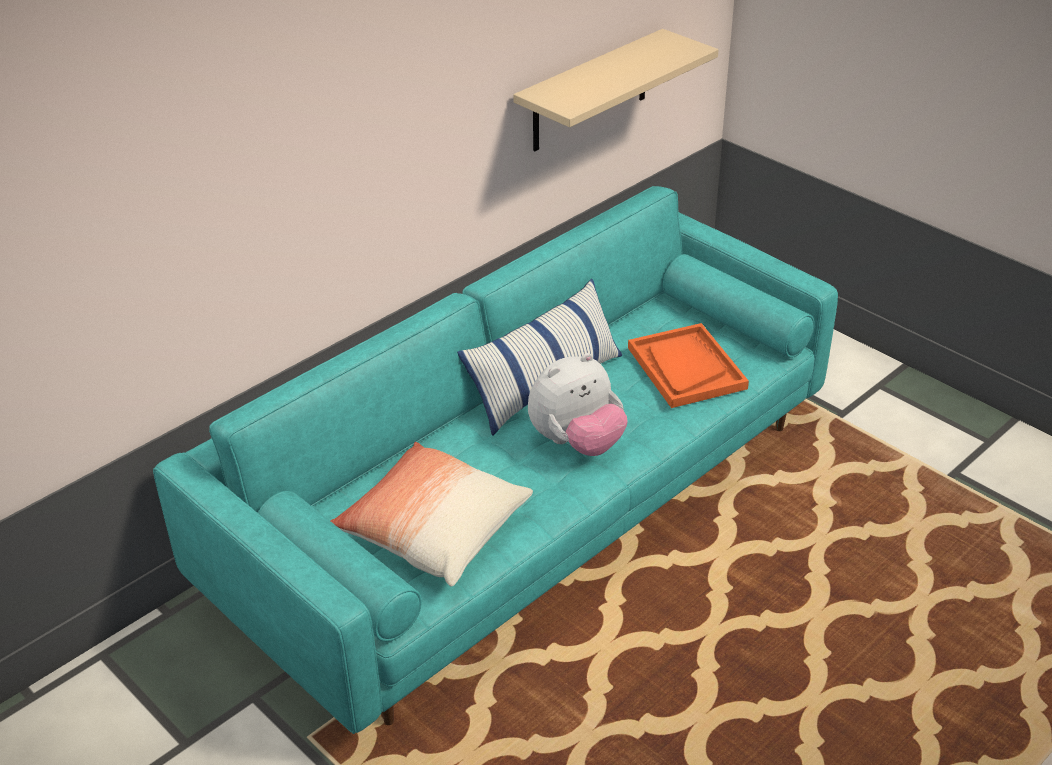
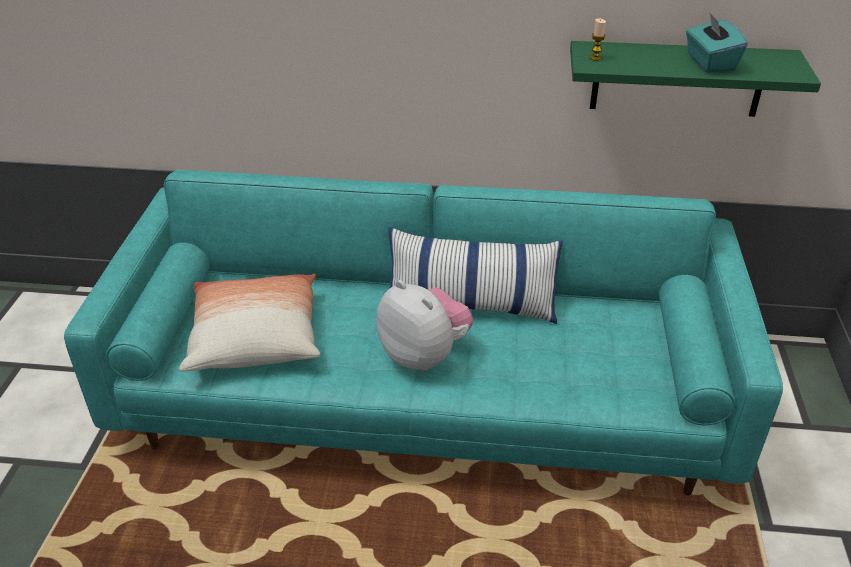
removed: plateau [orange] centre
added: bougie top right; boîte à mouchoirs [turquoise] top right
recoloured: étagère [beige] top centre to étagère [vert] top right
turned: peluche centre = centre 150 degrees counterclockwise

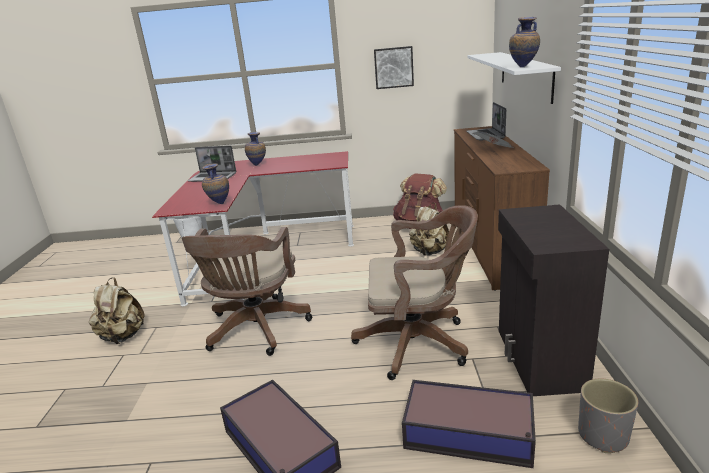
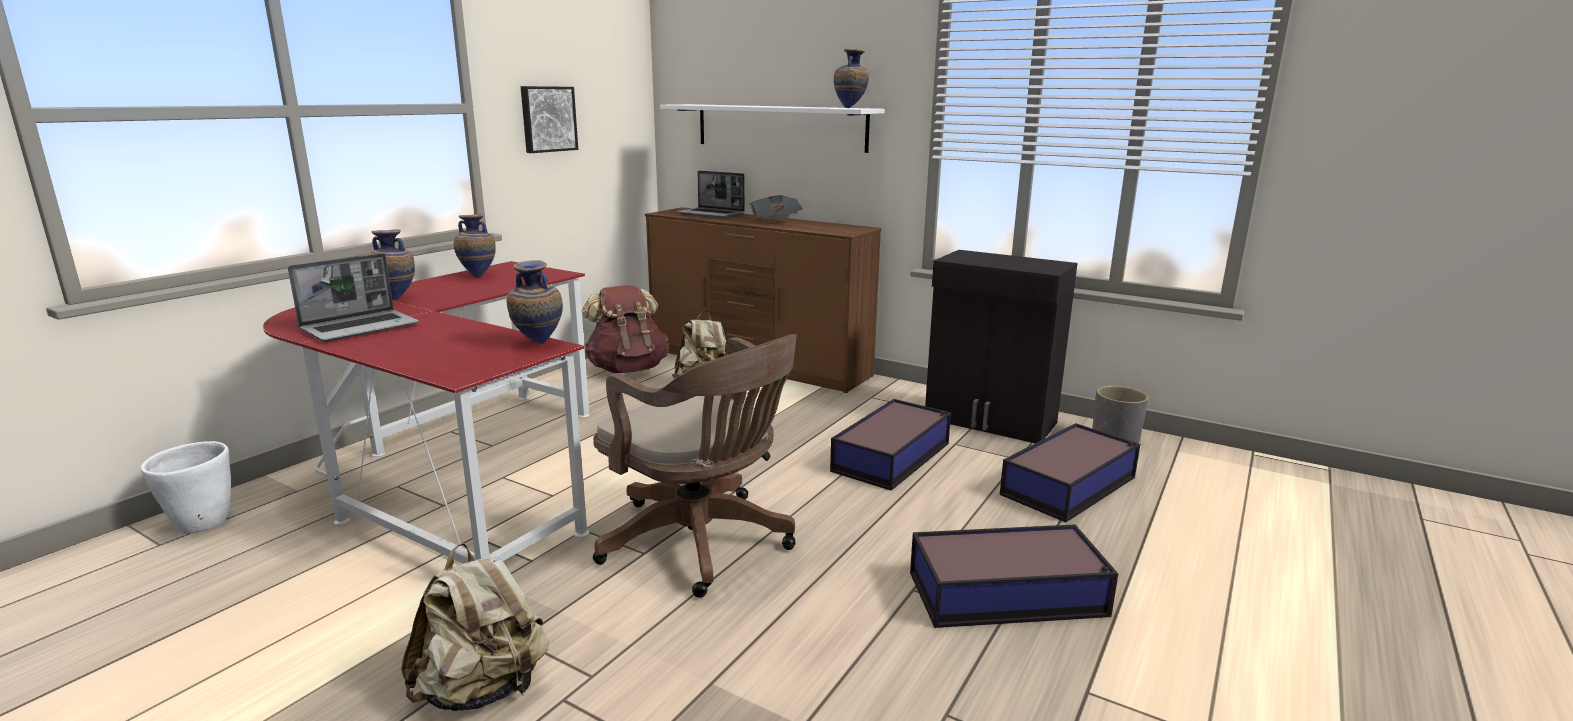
added: vase (2nd from left) middle left
replaced: chaise de bureau [marron] (2nd from left) centre to boîte de rangement (1st from left) centre

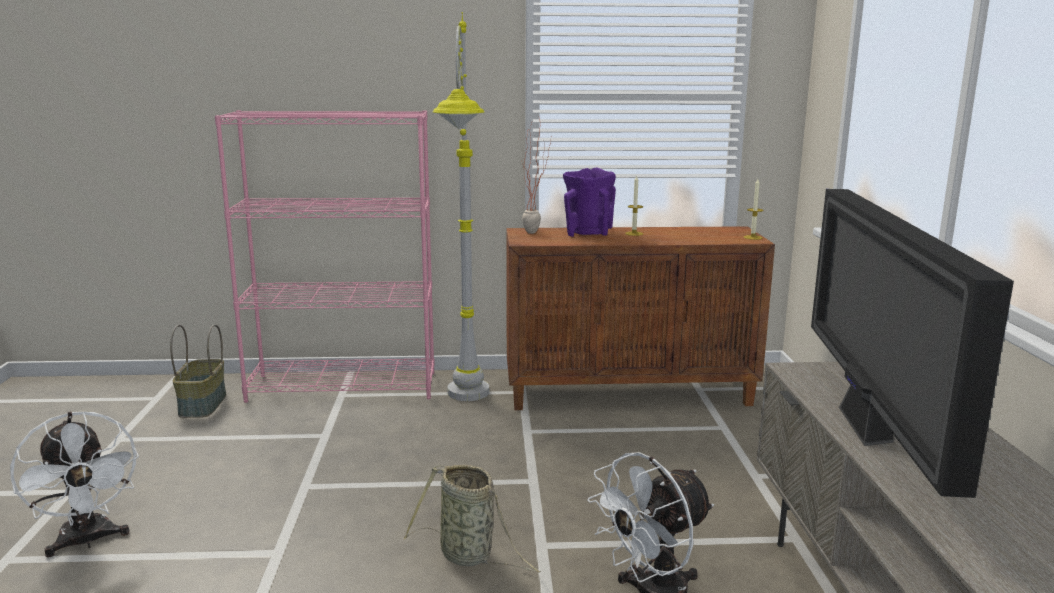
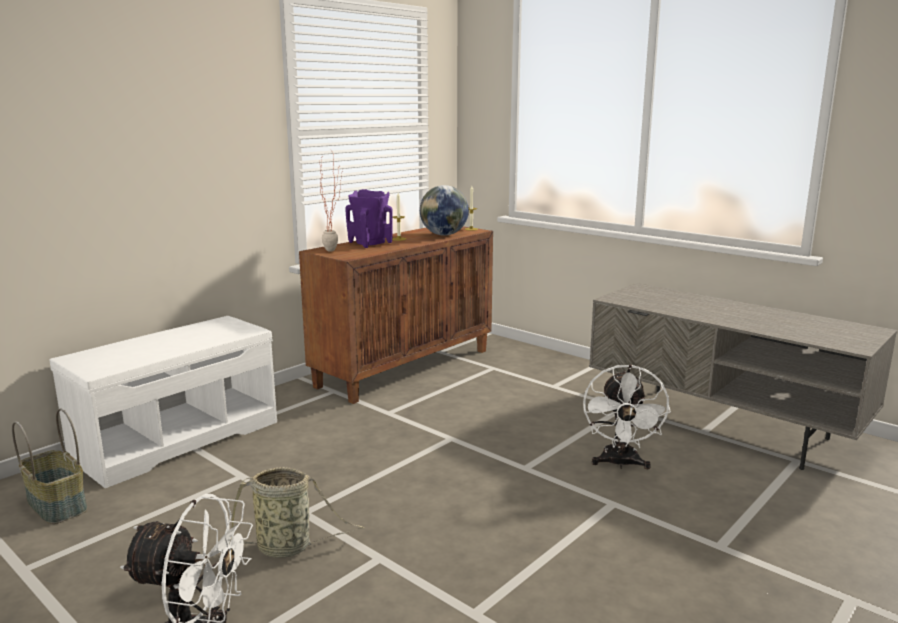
removed: lampadaire [gris] centre; téléviseur middle right
added: globe centre
moved: panier (2nd from left) bottom centre to bottom left
replaced: bibliothèque [rose] middle left to banc [blanc] middle left

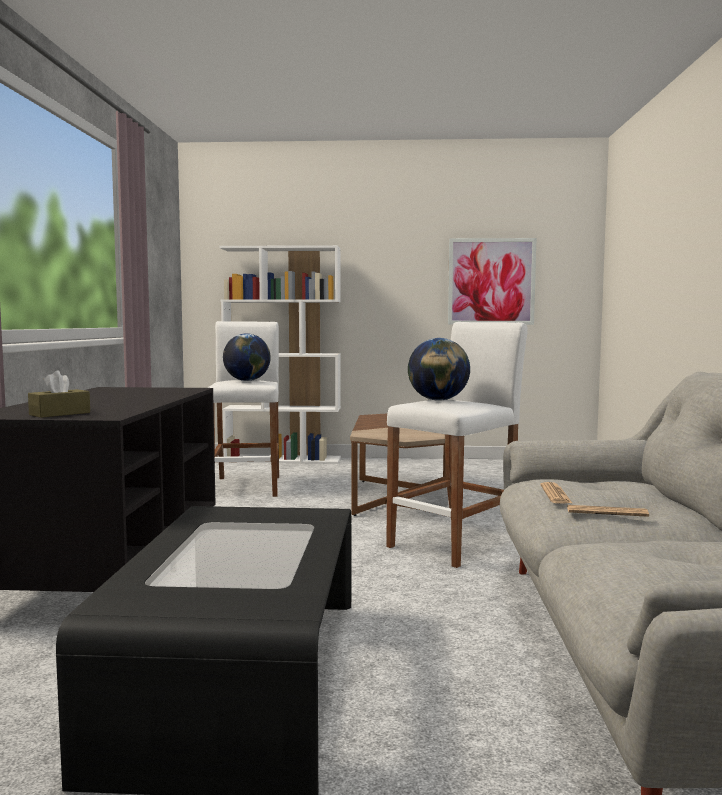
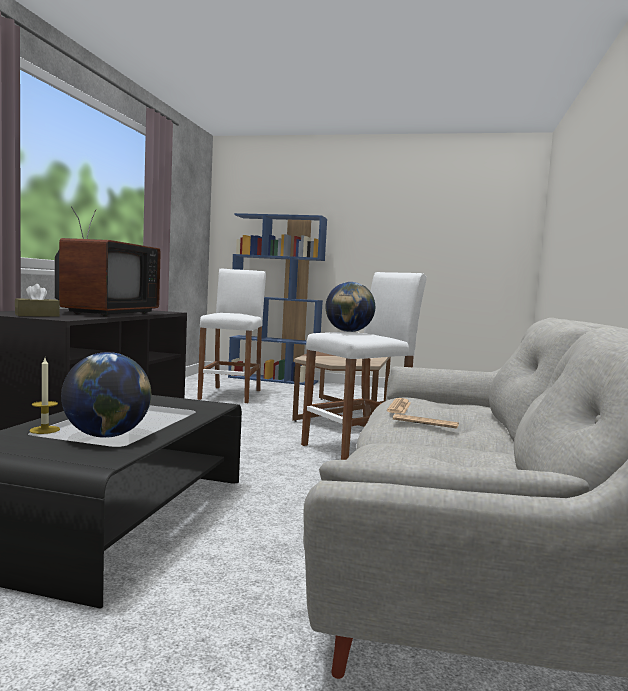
removed: tableau middle right
added: bougie middle left; téléviseur middle left
moved: globe (1st from left) centre to middle left
recoloured: bibliothèque [blanc] centre to bibliothèque [bleu] centre

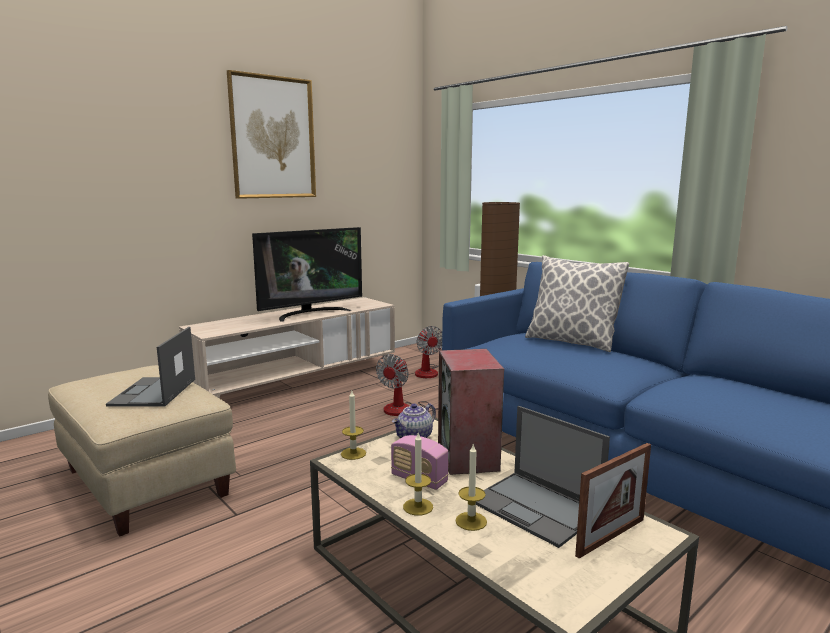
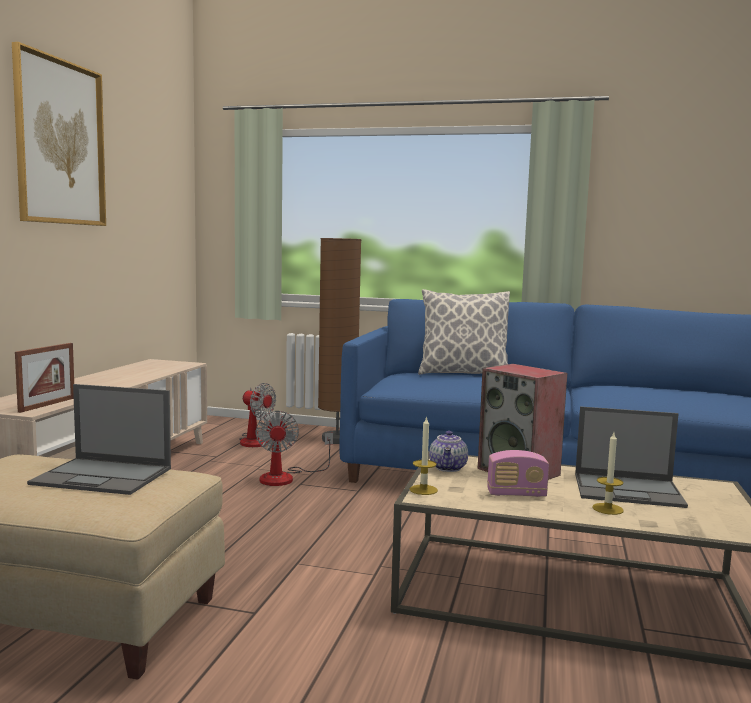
removed: téléviseur centre; bougie (2nd from left) bottom centre
moved: cadre photo bottom right to middle left
turned: ordinateur portable (1st from left) middle left = middle left 45 degrees counterclockwise

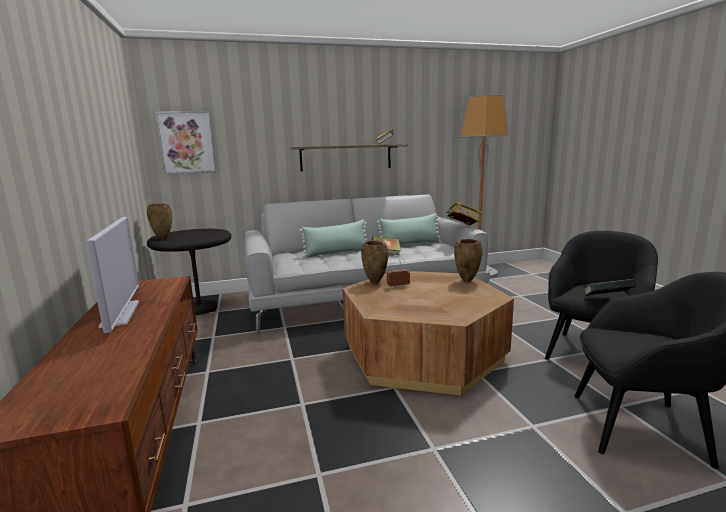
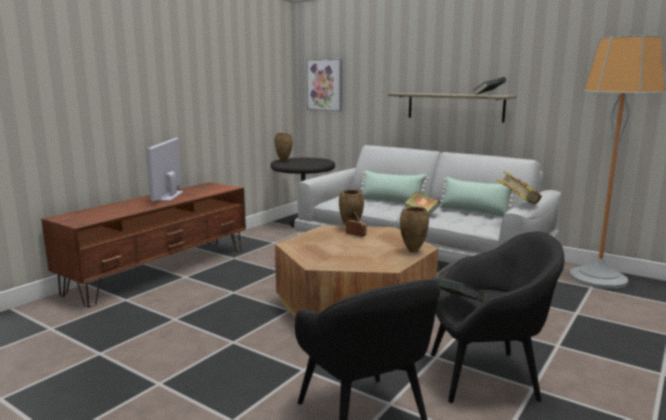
turned: téléviseur middle left = middle left 150 degrees clockwise

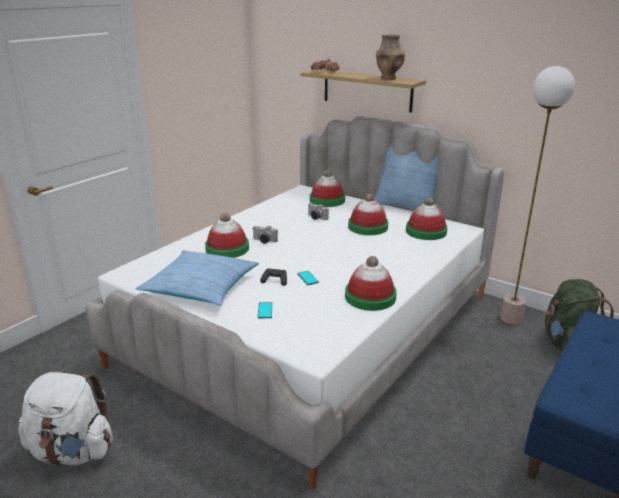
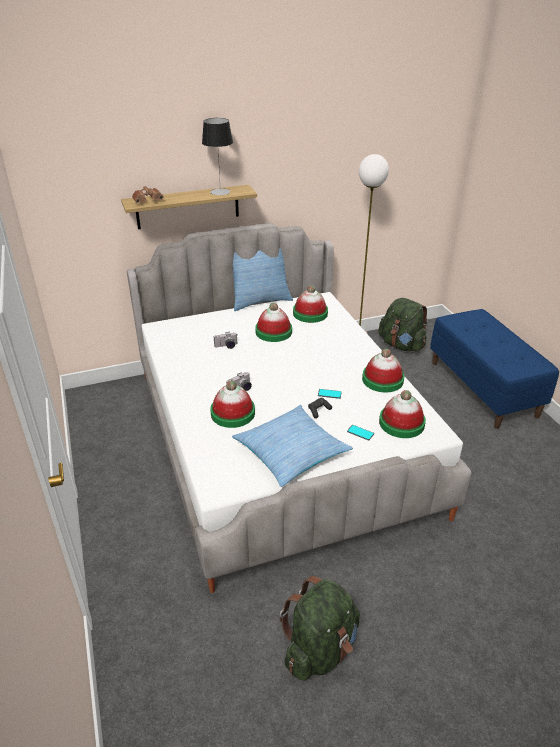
moved: chapeau (2nd from left in the first image) centre to chapeau (5th from left) middle right
replaced: vase [marron] top centre to lampe de table top centre
recoloured: sac à dos [blanc] bottom left to sac à dos [vert] (1st from left) bottom centre

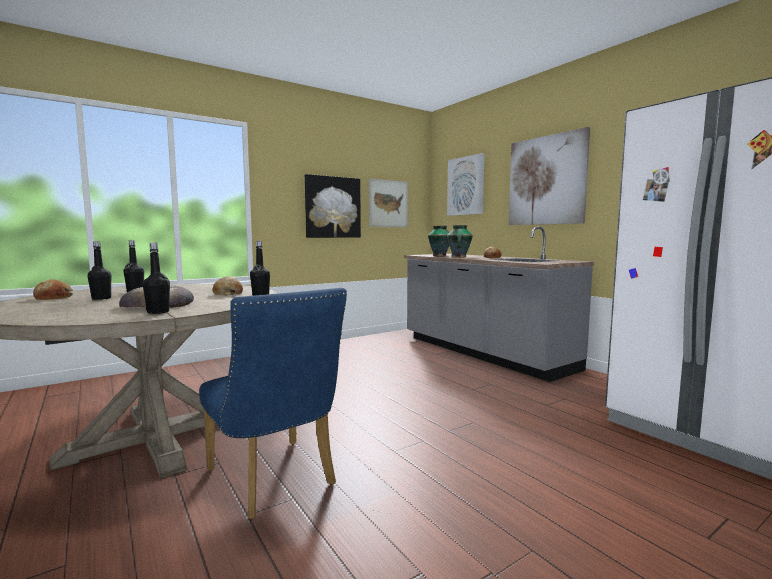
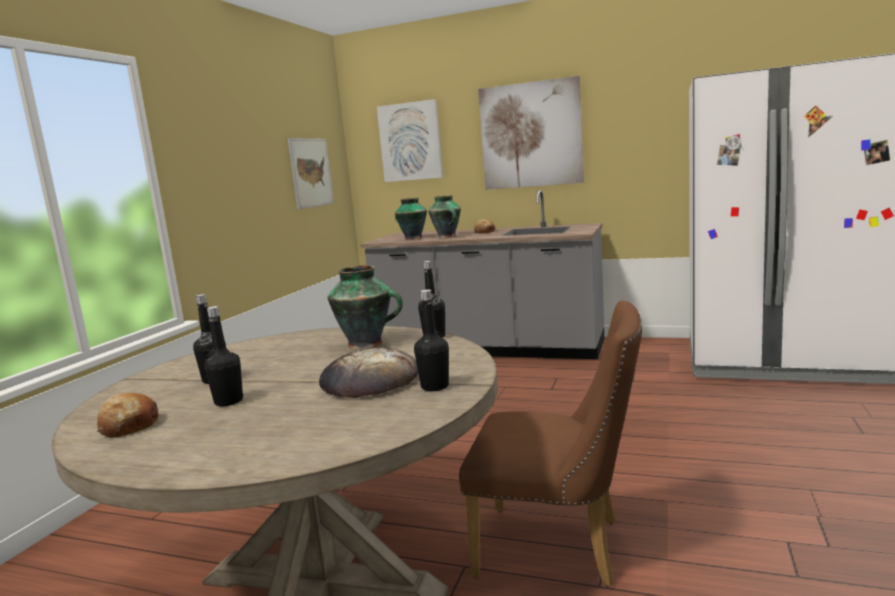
removed: tableau (1st from left) centre
replaced: pain (3rd from left) middle left to vase (1st from left) centre
recoloured: chaise [bleu] bottom centre to chaise [marron] bottom centre

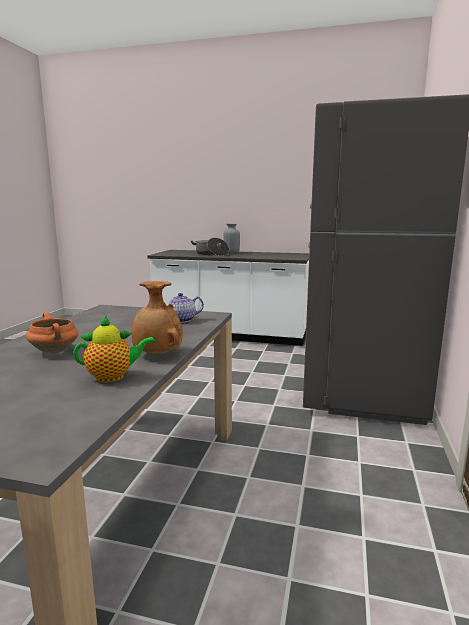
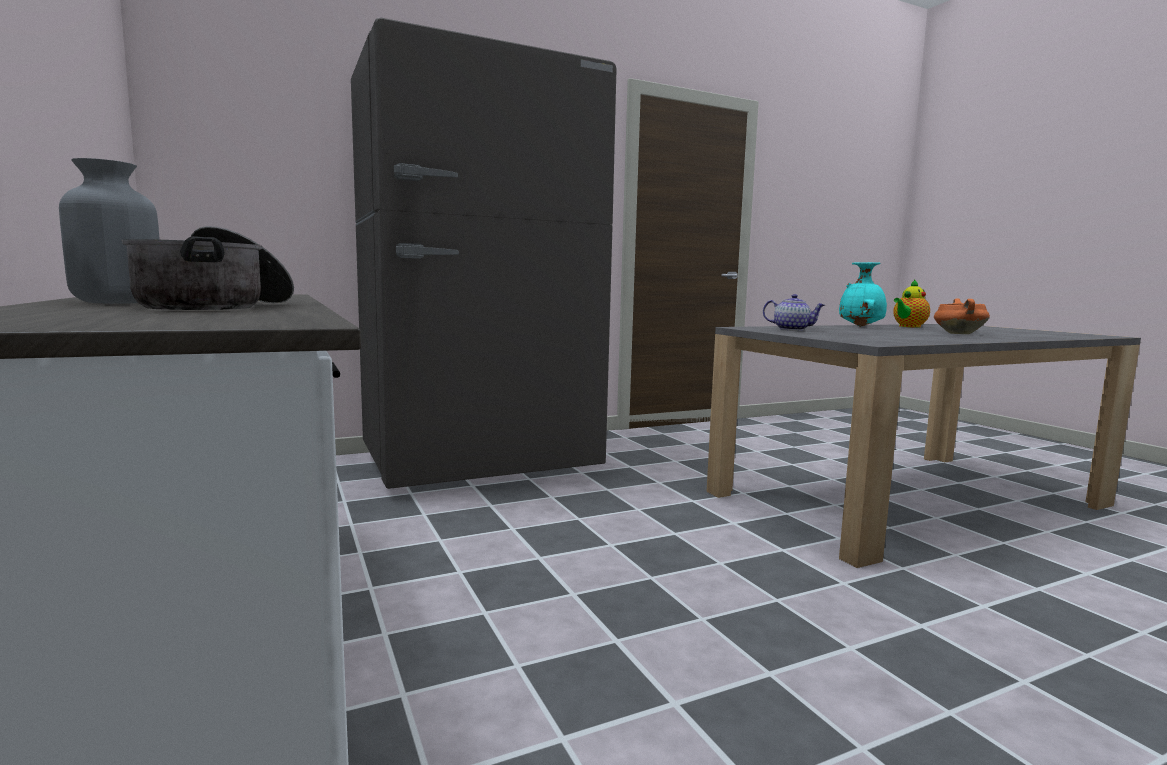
recoloured: vase [marron] centre to vase [turquoise] middle right
turned: théière (1st from left in the first image) middle left = middle right 75 degrees counterclockwise

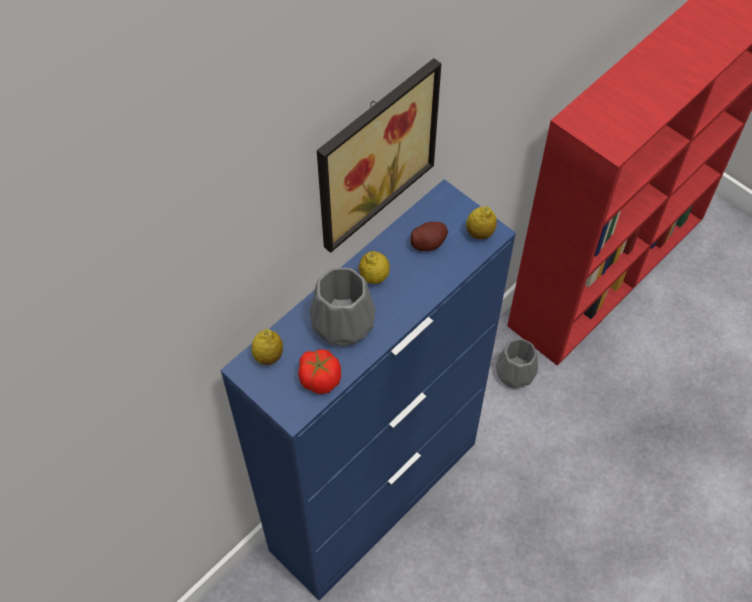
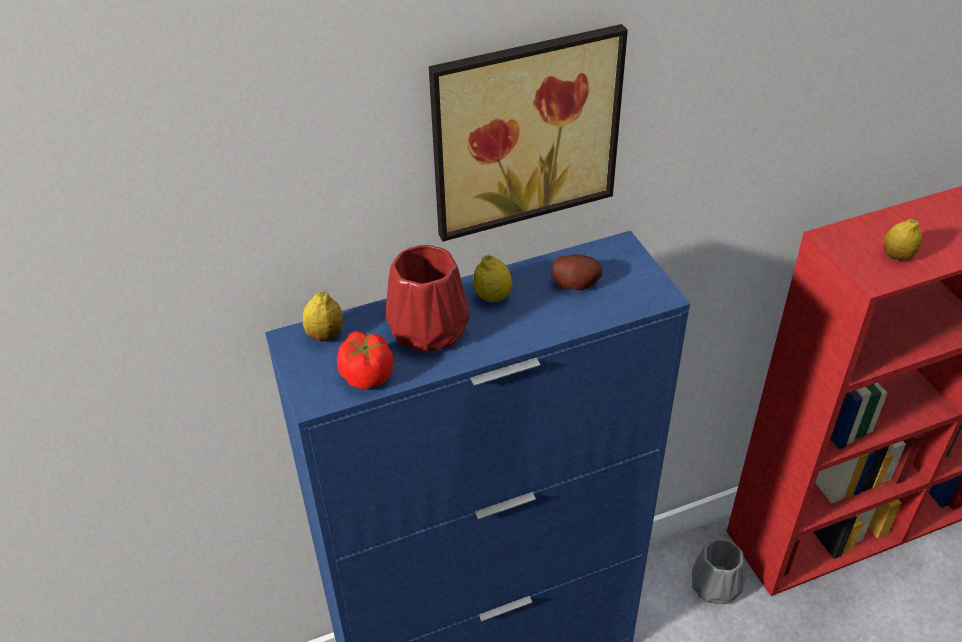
moved: citron (3rd from left) centre to middle right
recoloured: vase [gris] (1st from left) centre to vase [rouge] centre

